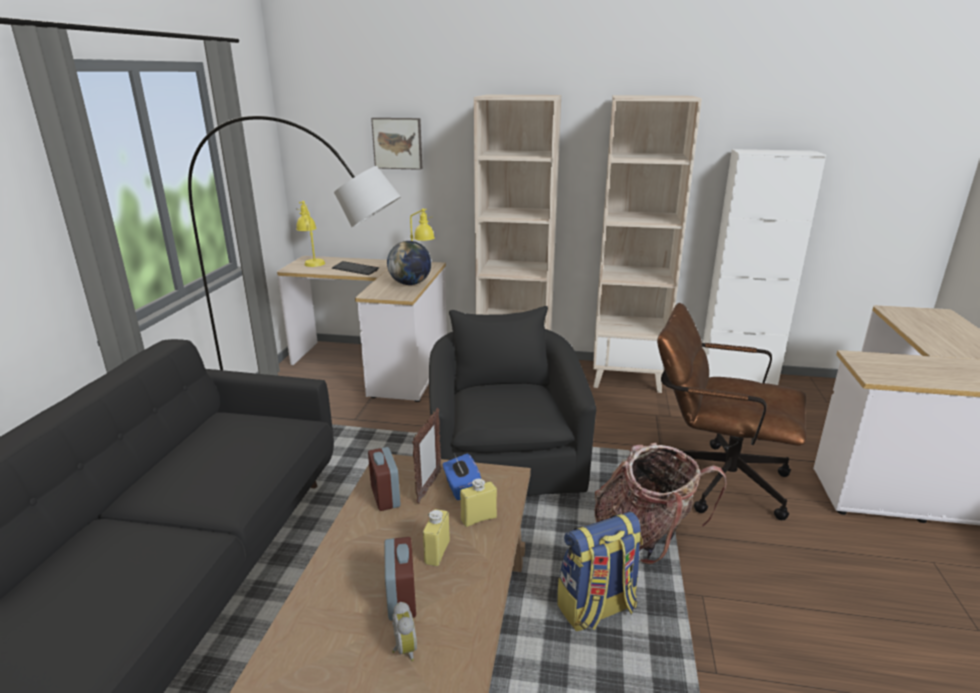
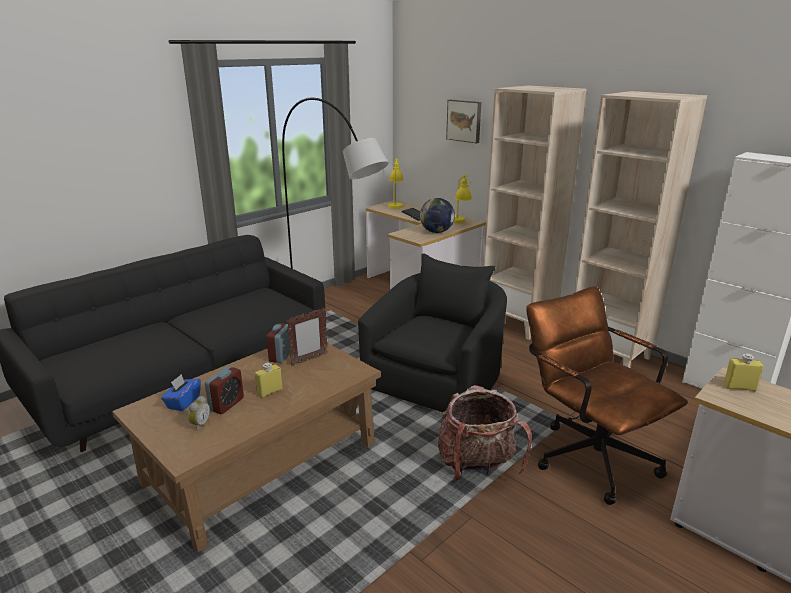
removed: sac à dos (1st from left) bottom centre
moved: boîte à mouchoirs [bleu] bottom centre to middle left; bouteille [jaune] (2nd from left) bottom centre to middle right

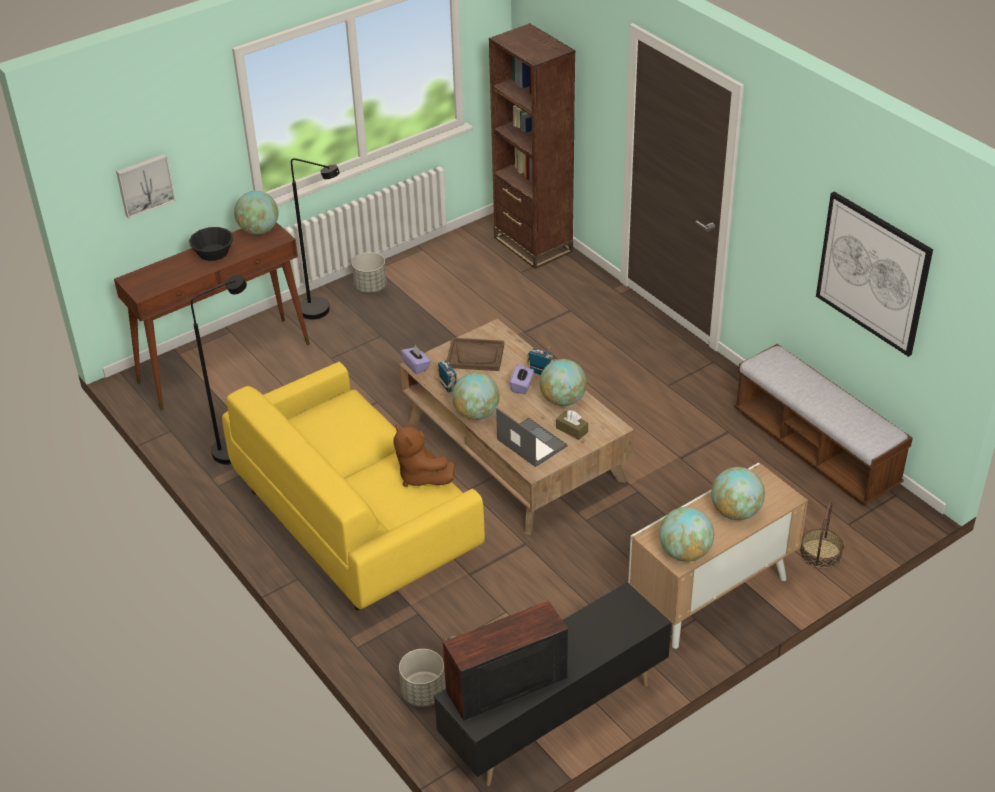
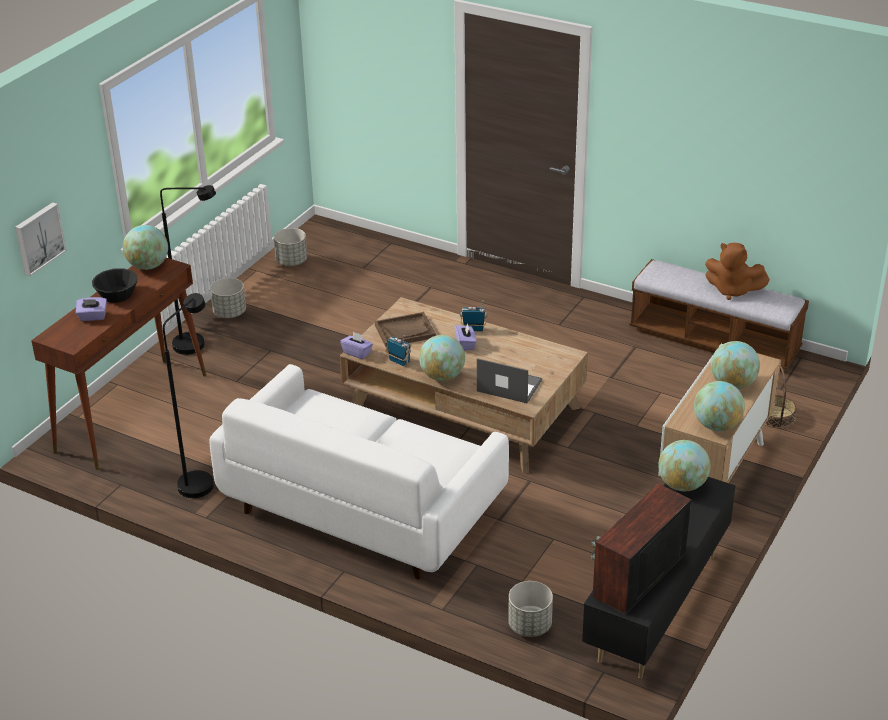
removed: bibliothèque [marron] top centre; boîte à mouchoirs [marron] centre; tableau (2nd from left) middle right
added: boîte à mouchoirs [violet] (1st from left) middle left; cache-pot [gris] (2nd from left) middle left
moved: peluche [marron] centre to middle right; globe (3rd from left) centre to middle right
recoloured: canapé [jaune] centre to canapé [blanc] centre

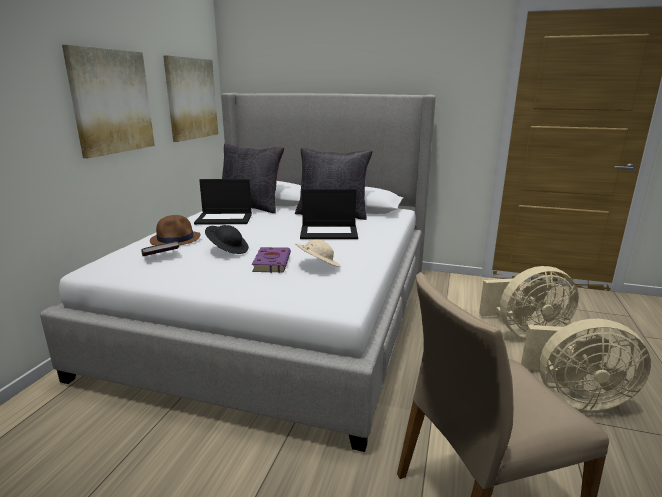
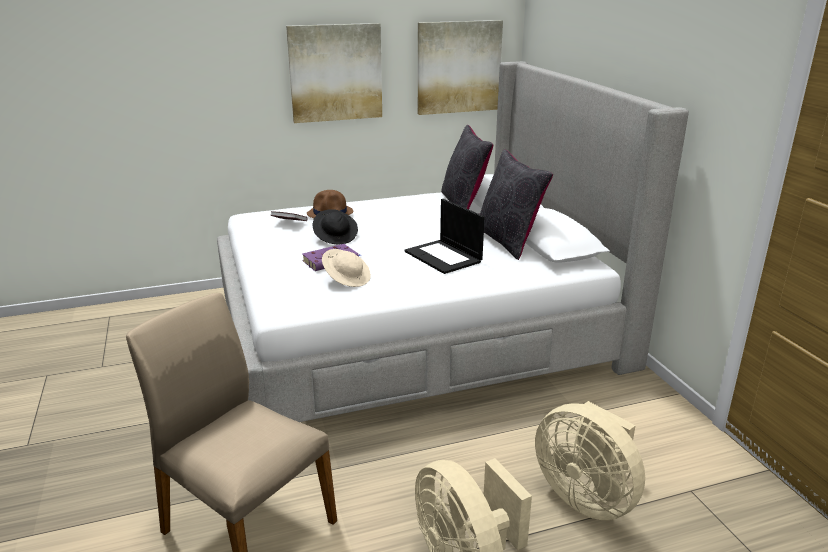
removed: ordinateur portable (1st from left) centre

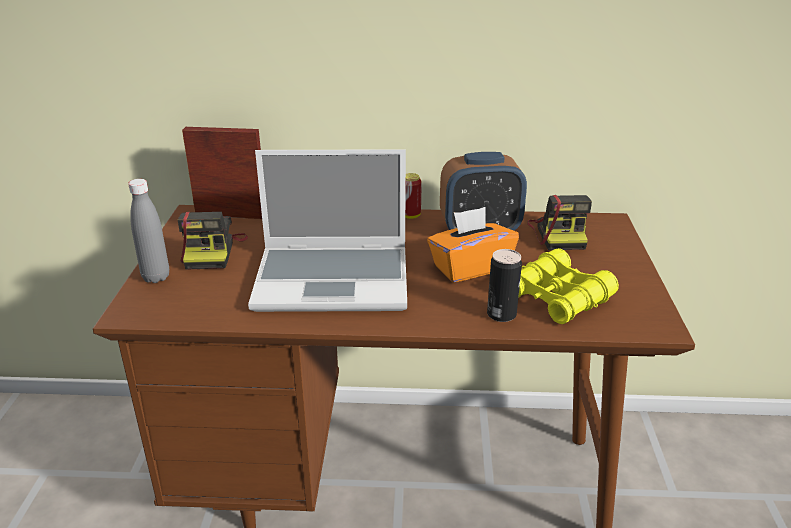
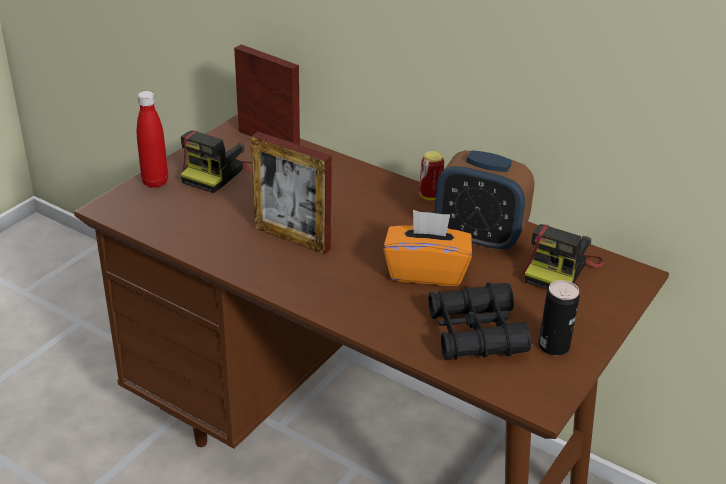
moved: boîte métallique (2nd from left) centre to middle right
replaced: ordinateur portable centre to cadre photo (2nd from left) centre
recoloured: bouteille [gris] middle left to bouteille [rouge] top left; jumelles [jaune] middle right to jumelles [noir] centre

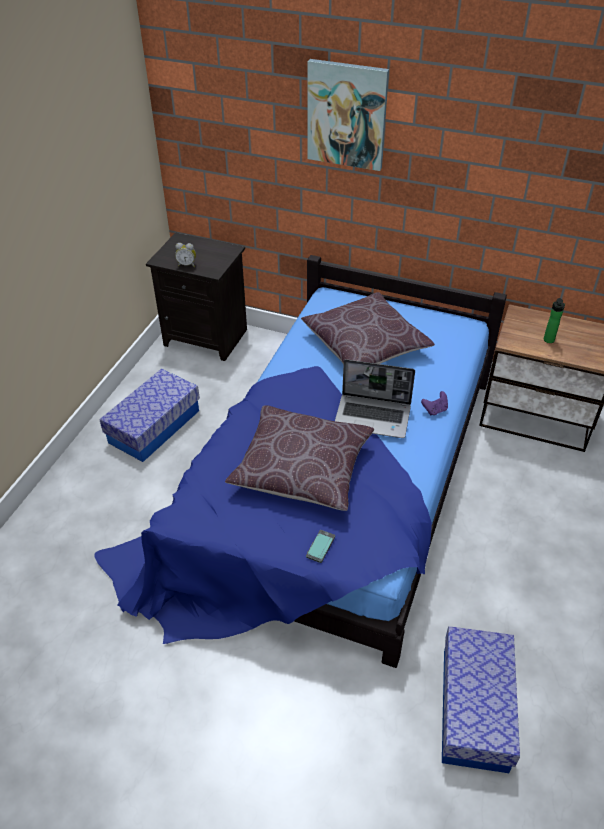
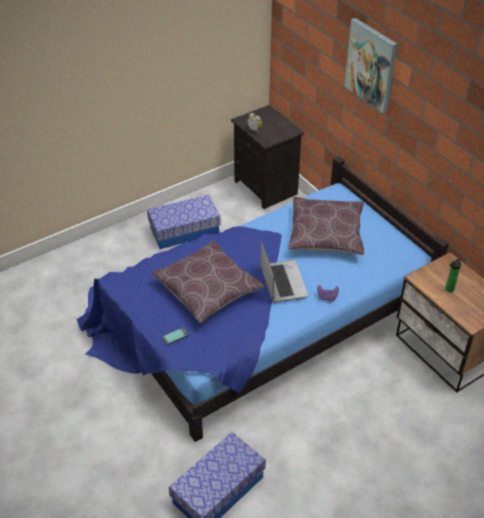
turned: ordinateur portable centre = centre 150 degrees counterclockwise

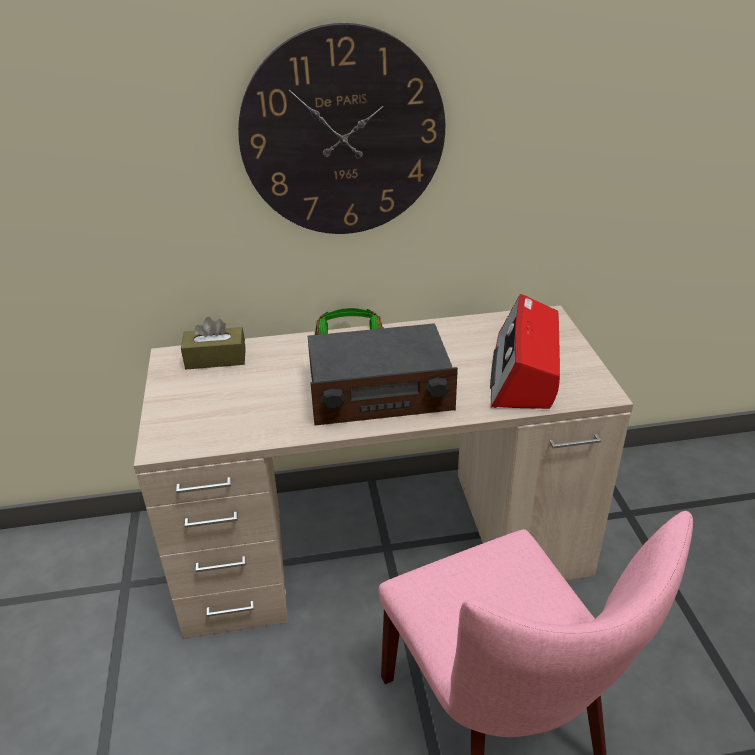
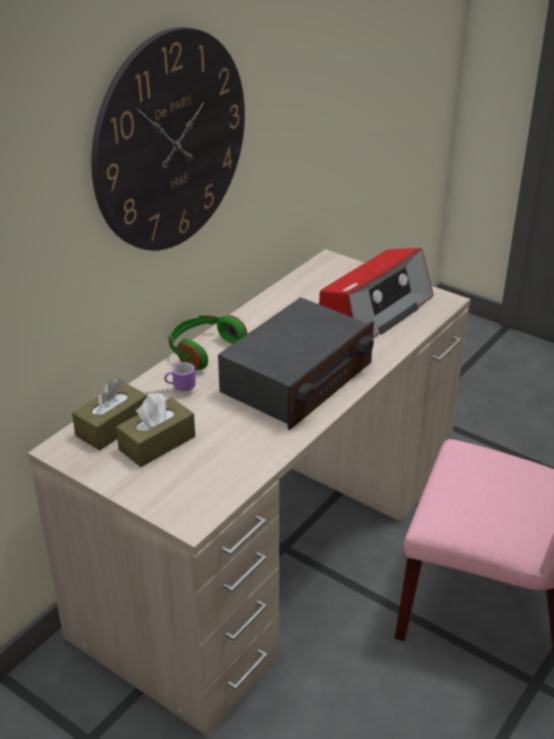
added: boîte à mouchoirs [marron] (2nd from left) middle left; mug middle left
turned: radio (2nd from left) middle right = middle right 105 degrees counterclockwise

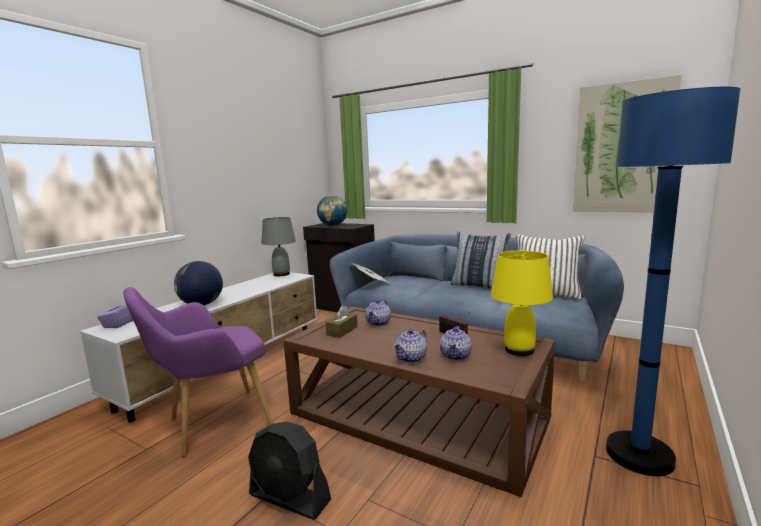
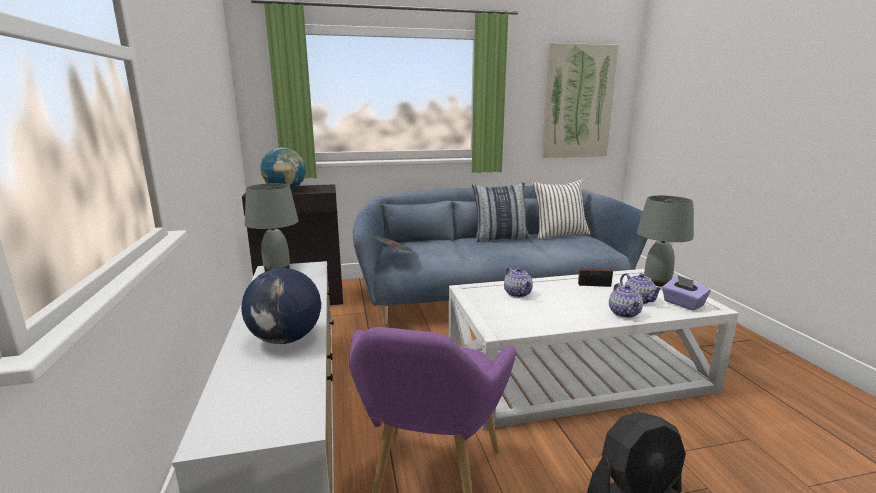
removed: boîte à mouchoirs [marron] centre; lampadaire [bleu] middle right
moved: boîte à mouchoirs [violet] middle left to middle right
recoloured: table basse [marron] bottom centre to table basse [blanc] bottom right; lampe de table [jaune] middle right to lampe de table [gris] (2nd from left) middle right

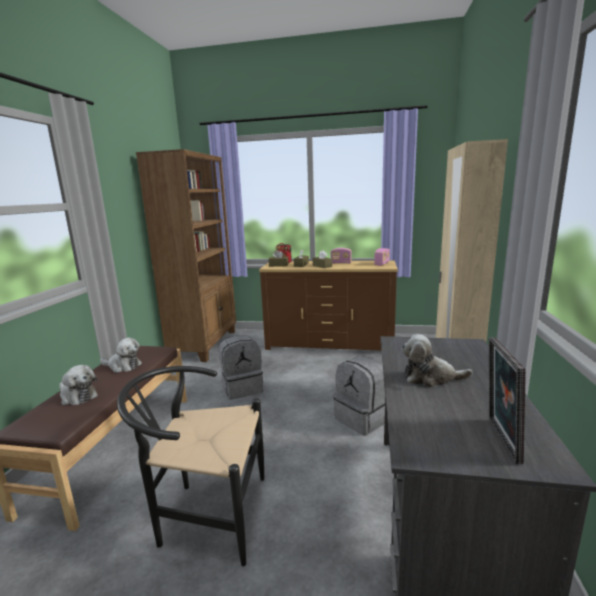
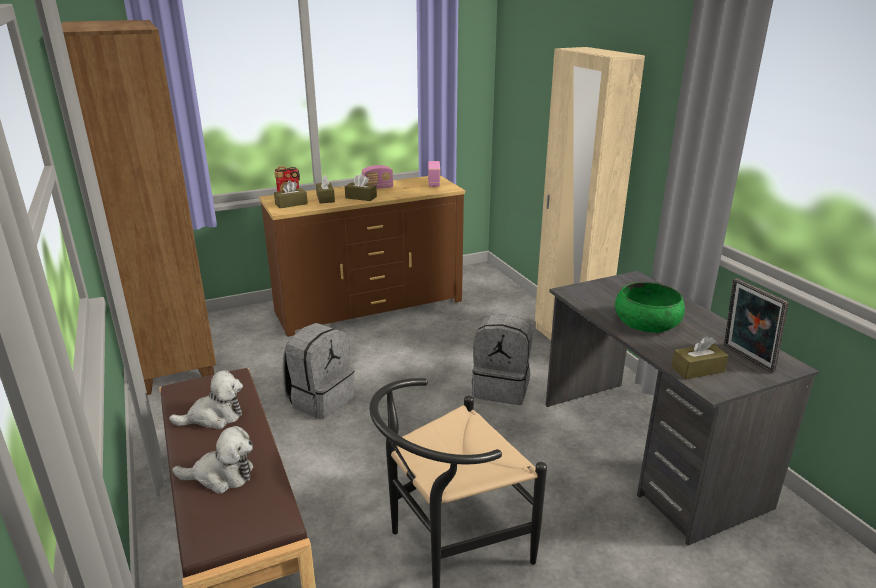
added: boîte à mouchoirs [marron] (4th from left) middle right
replaced: peluche (3rd from left) middle right to bol [vert] middle right

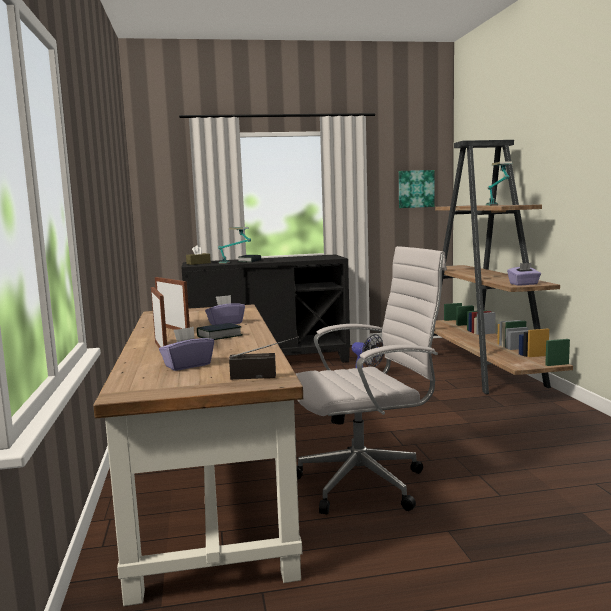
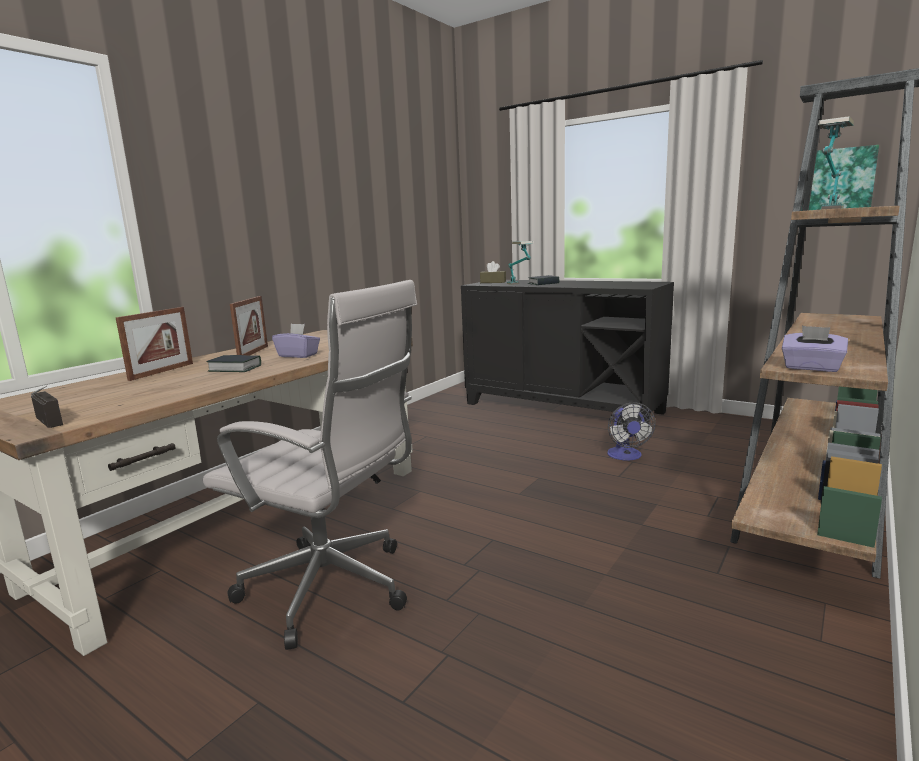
removed: boîte à mouchoirs [violet] (1st from left) middle left

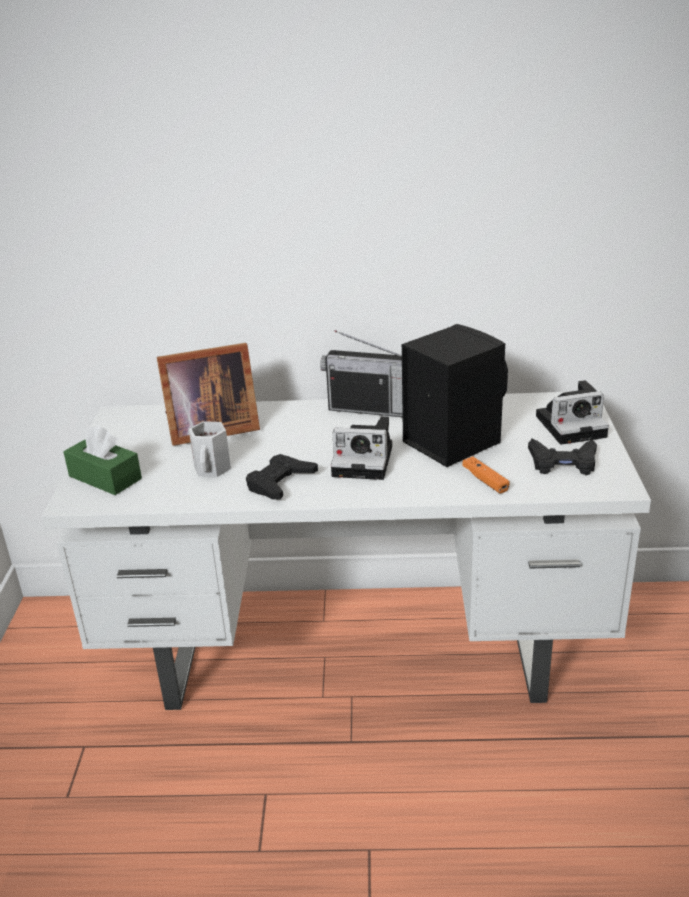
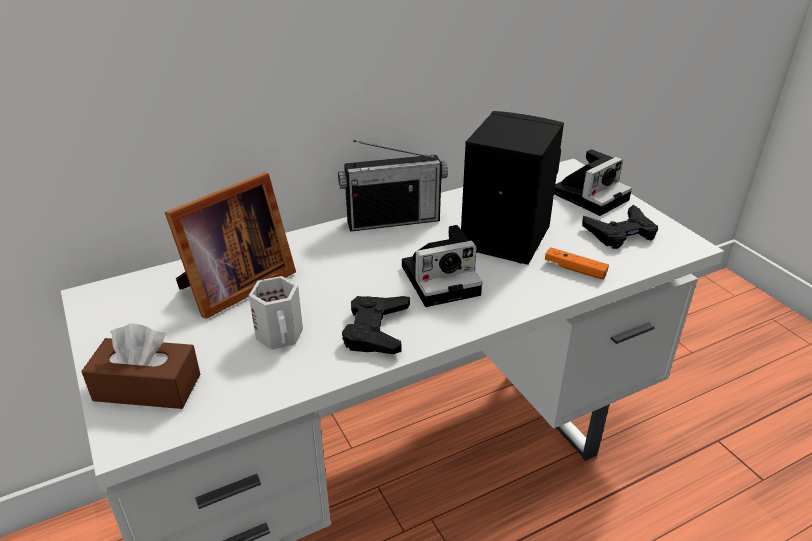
recoloured: boîte à mouchoirs [vert] middle left to boîte à mouchoirs [marron] bottom left

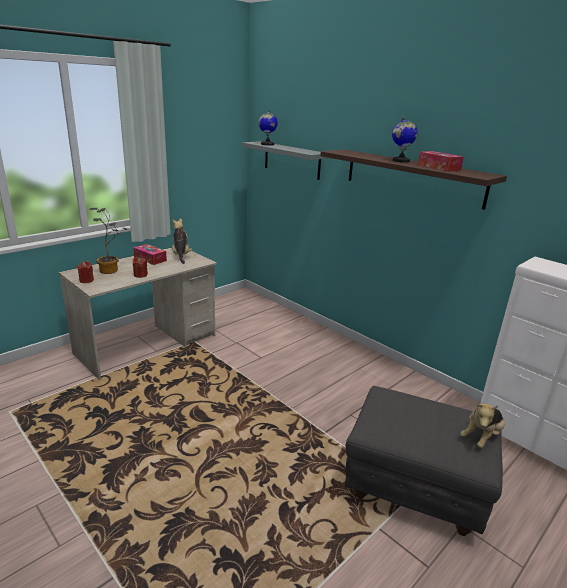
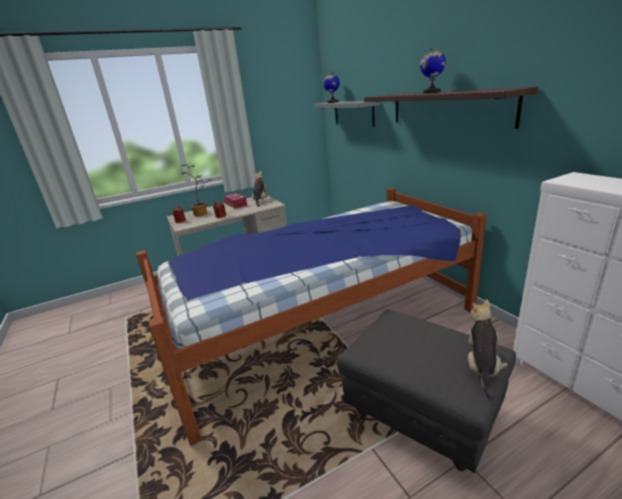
removed: boîte à mouchoirs (2nd from left) top right
added: lit centre
turned: peluche (2nd from left) bottom right = bottom right 135 degrees clockwise

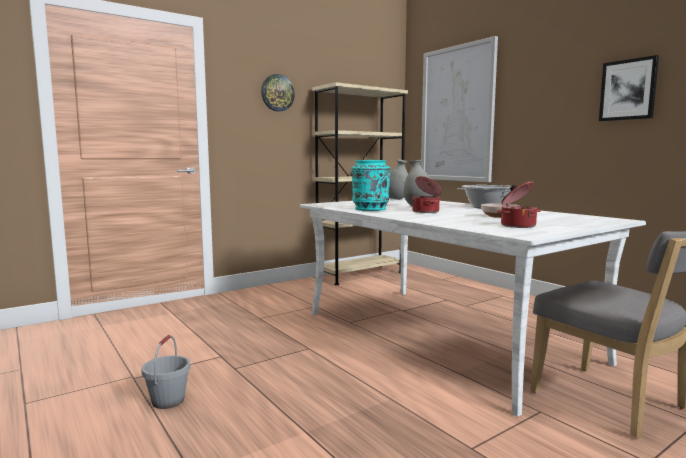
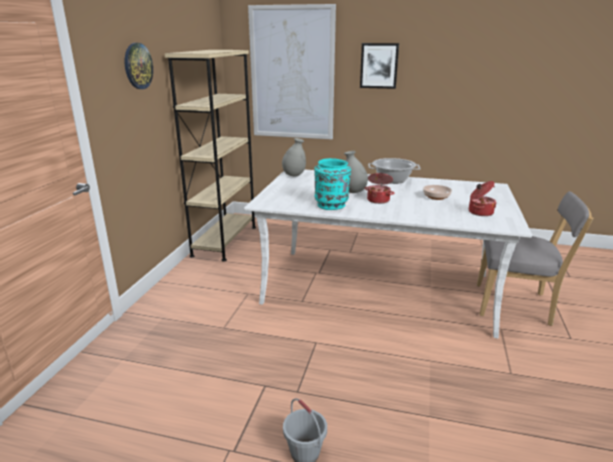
moved: tableau (2nd from left) top right to top centre

